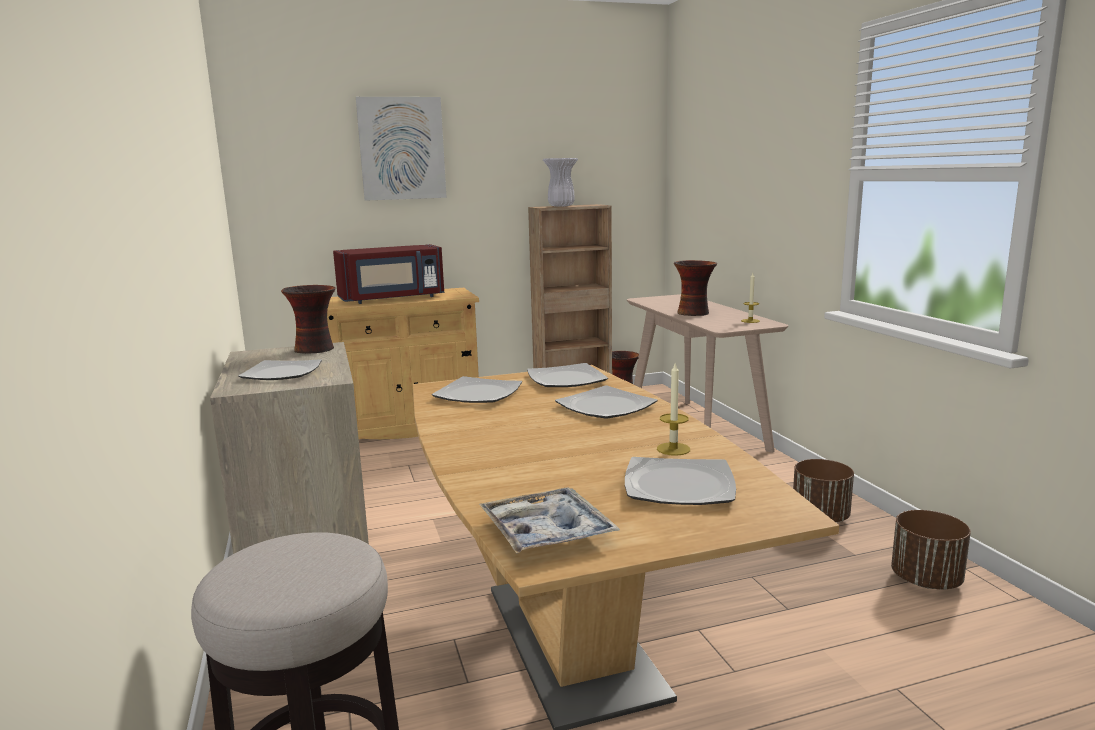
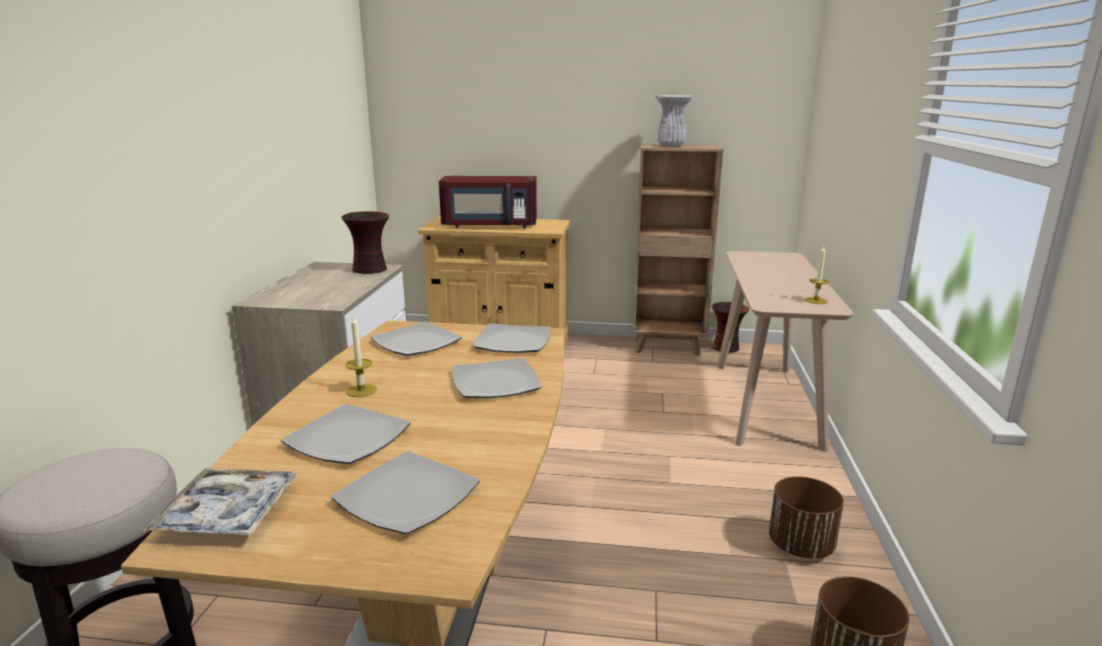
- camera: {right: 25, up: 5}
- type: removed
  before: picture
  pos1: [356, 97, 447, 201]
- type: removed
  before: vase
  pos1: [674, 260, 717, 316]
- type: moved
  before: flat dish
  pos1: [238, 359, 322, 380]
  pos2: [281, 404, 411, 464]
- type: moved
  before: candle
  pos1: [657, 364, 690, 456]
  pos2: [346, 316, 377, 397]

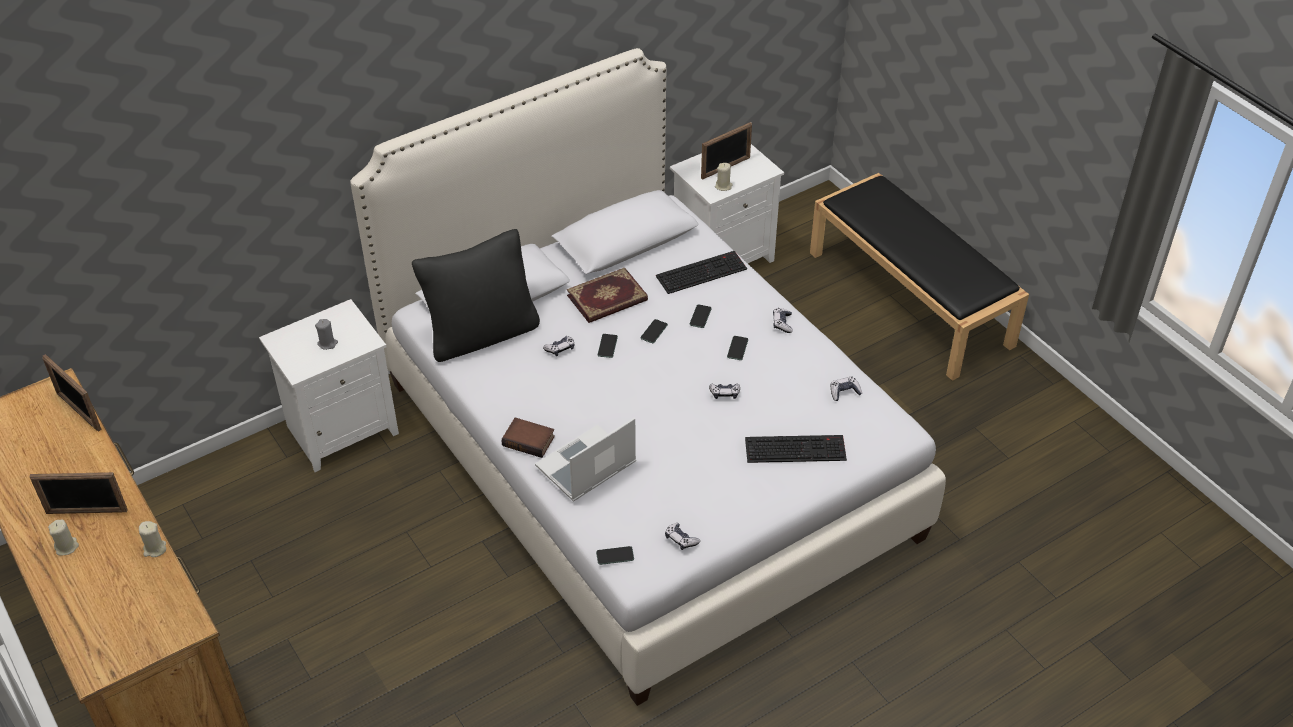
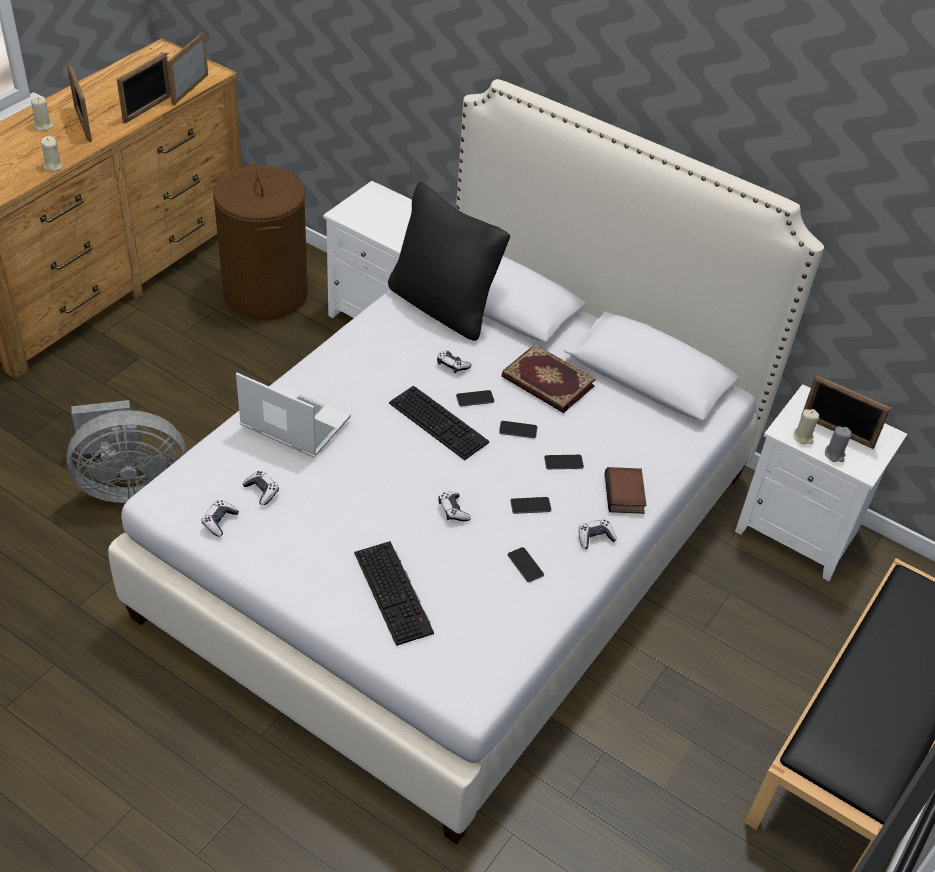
- camera: {right: 65, up: 0}
- type: added
  after: cooling fan (gray)
  pos2: [66, 400, 187, 503]
- type: added
  after: photo frame
  pos2: [117, 52, 171, 123]
- type: added
  after: washing basket (brown-coloured)
  pos2: [213, 164, 308, 320]
- type: moved
  before: candle (gray)
  pos1: [315, 319, 338, 350]
  pos2: [825, 426, 852, 462]
- type: moved
  before: book
  pos1: [502, 418, 555, 458]
  pos2: [604, 467, 646, 514]
- type: moved
  before: telephone
  pos1: [596, 546, 634, 565]
  pos2: [508, 547, 544, 582]
- type: moved
  before: keyboard
  pos1: [656, 251, 747, 294]
  pos2: [389, 386, 489, 460]
- type: moved
  before: gamepad
  pos1: [831, 377, 862, 401]
  pos2: [242, 470, 279, 505]

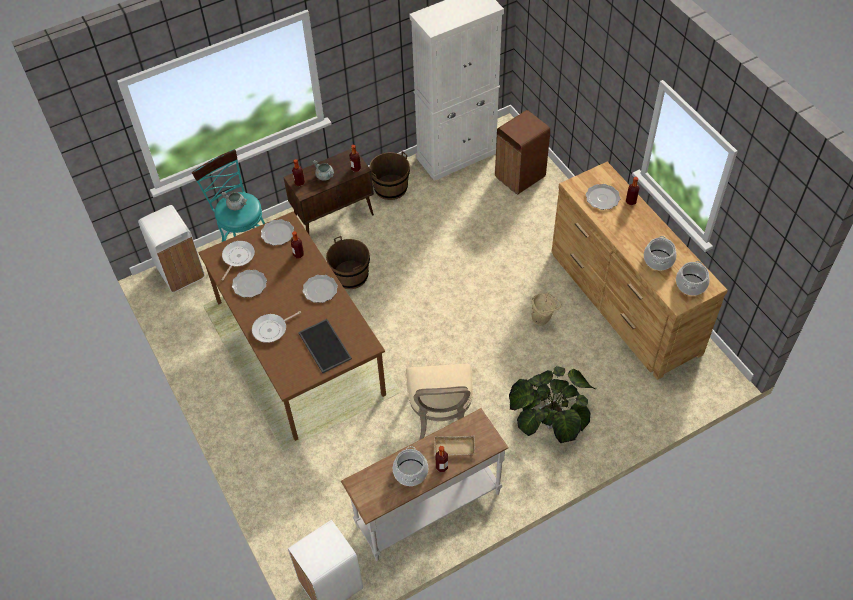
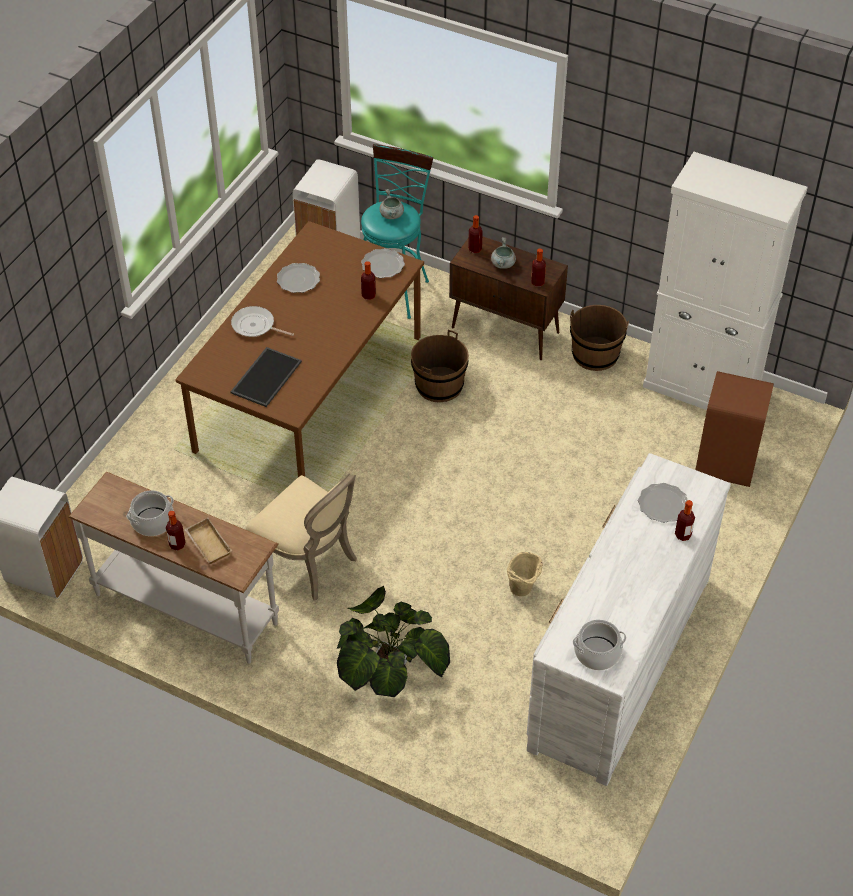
- camera: {right: 55, up: -5}
- type: removed
  before: pan
  pos1: [221, 241, 255, 281]
- type: removed
  before: flat dish
  pos1: [302, 275, 338, 303]
- type: removed
  before: stockpot
  pos1: [644, 236, 677, 270]
- type: recoloured
  before: drawer chest (brown-coloured)
  after: drawer chest (white-coloured)
  pos1: [551, 162, 728, 380]
  pos2: [527, 453, 731, 786]
- type: turned
  before: upright chair (beige-coloured)
  pos1: [405, 364, 473, 440]
  pos2: [246, 474, 357, 600]
  turn: -105

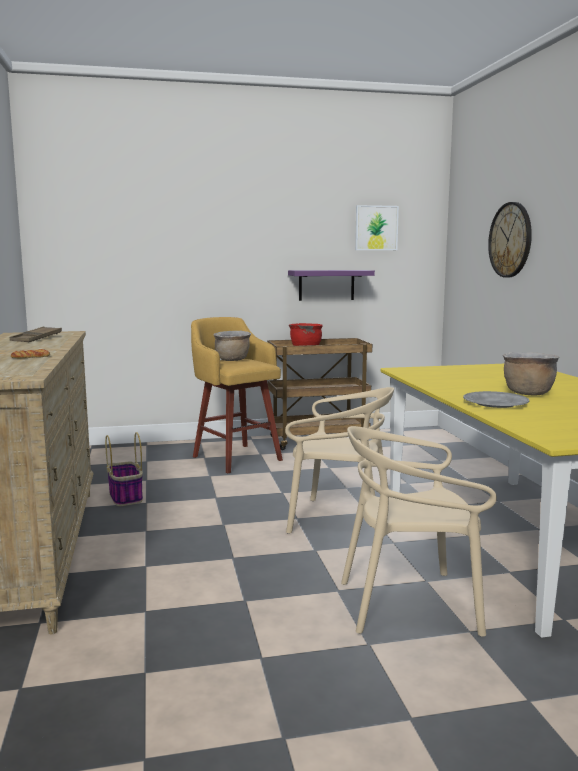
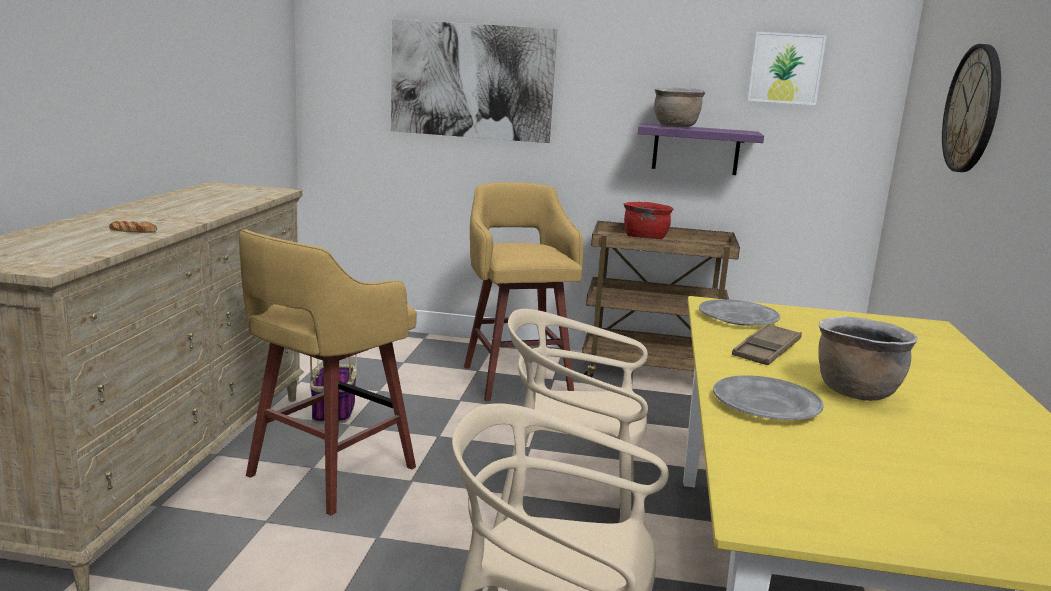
- camera: {right: 20, up: 5}
- type: added
  after: stool seat (yellow)
  pos2: [239, 229, 417, 515]
- type: added
  after: picture
  pos2: [391, 19, 557, 143]
- type: added
  after: flat dish (gray)
  pos2: [699, 299, 780, 325]
- type: moved
  before: carrying tray (brown-coloured)
  pos1: [10, 326, 62, 342]
  pos2: [732, 323, 802, 365]
- type: moved
  before: stockpot (brown-coloured)
  pos1: [214, 331, 251, 361]
  pos2: [654, 88, 706, 127]
- type: turned
  before: upright chair (beige-coloured)
  pos1: [285, 387, 394, 534]
  pos2: [493, 309, 648, 528]
  turn: 150

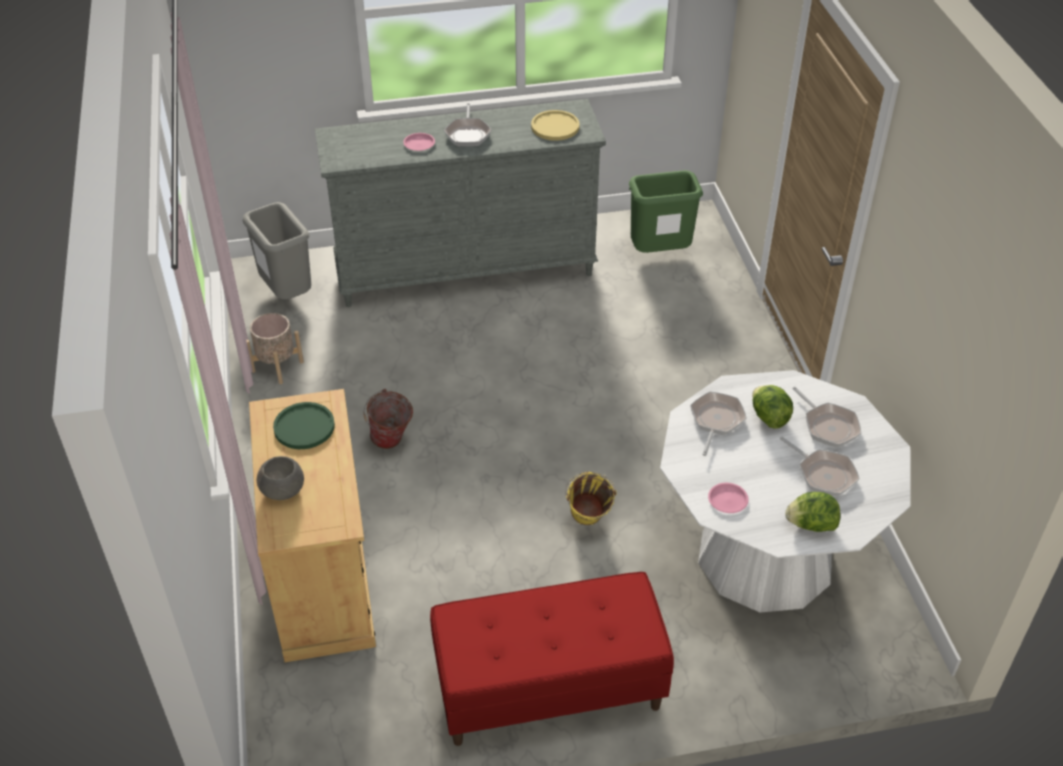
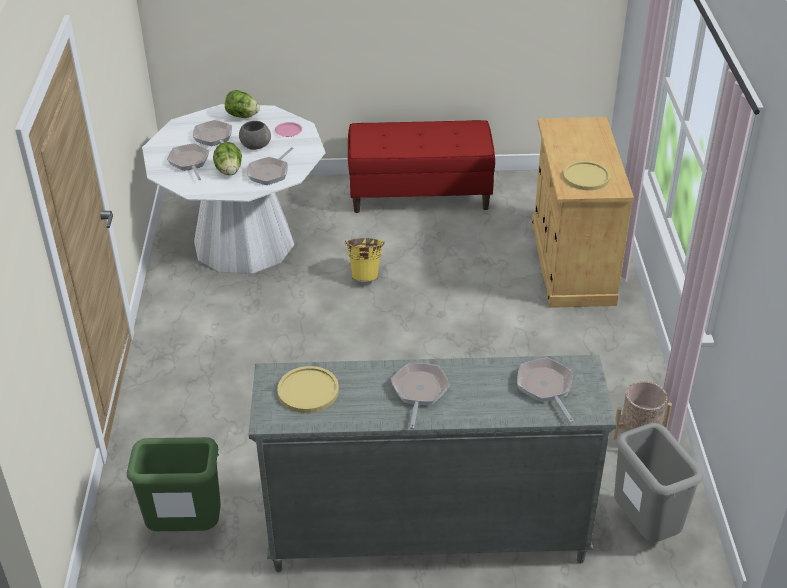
- camera: {right: -170, up: -5}
- type: removed
  before: water bucket
  pos1: [363, 389, 413, 449]
- type: removed
  before: flat dish (pinkish)
  pos1: [403, 133, 435, 151]
- type: added
  after: pan
  pos2: [517, 358, 574, 423]
- type: moved
  before: deep dish (gray)
  pos1: [257, 456, 304, 500]
  pos2: [239, 121, 271, 150]
- type: recoloured
  before: flat dish (green-coloured)
  after: flat dish (yellow)
  pos1: [273, 402, 335, 449]
  pos2: [563, 161, 610, 190]

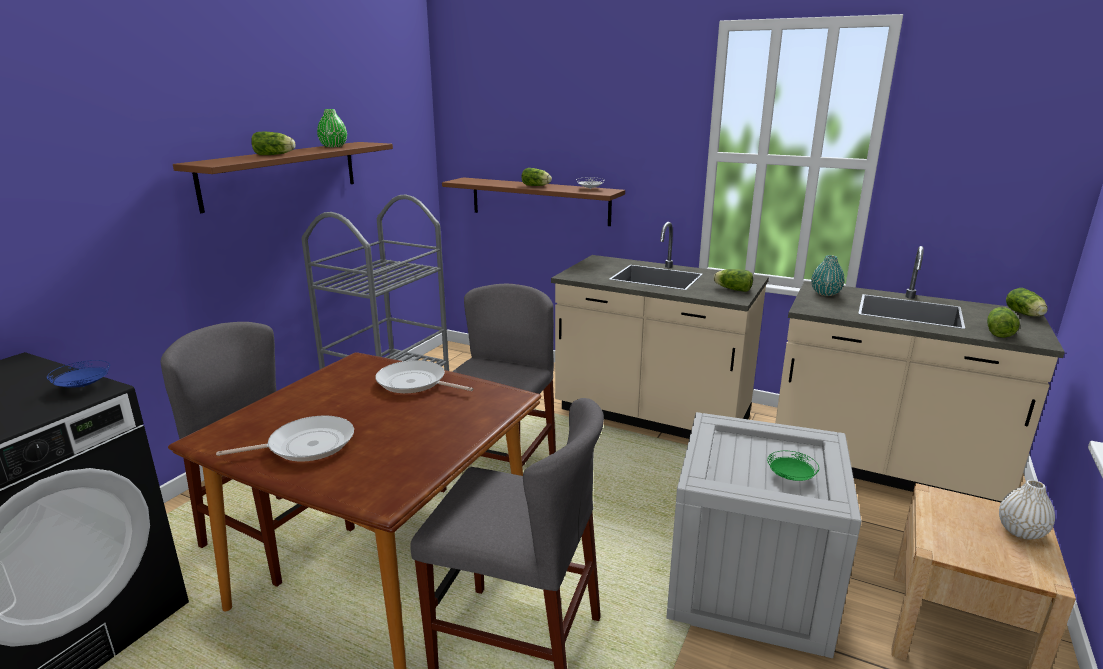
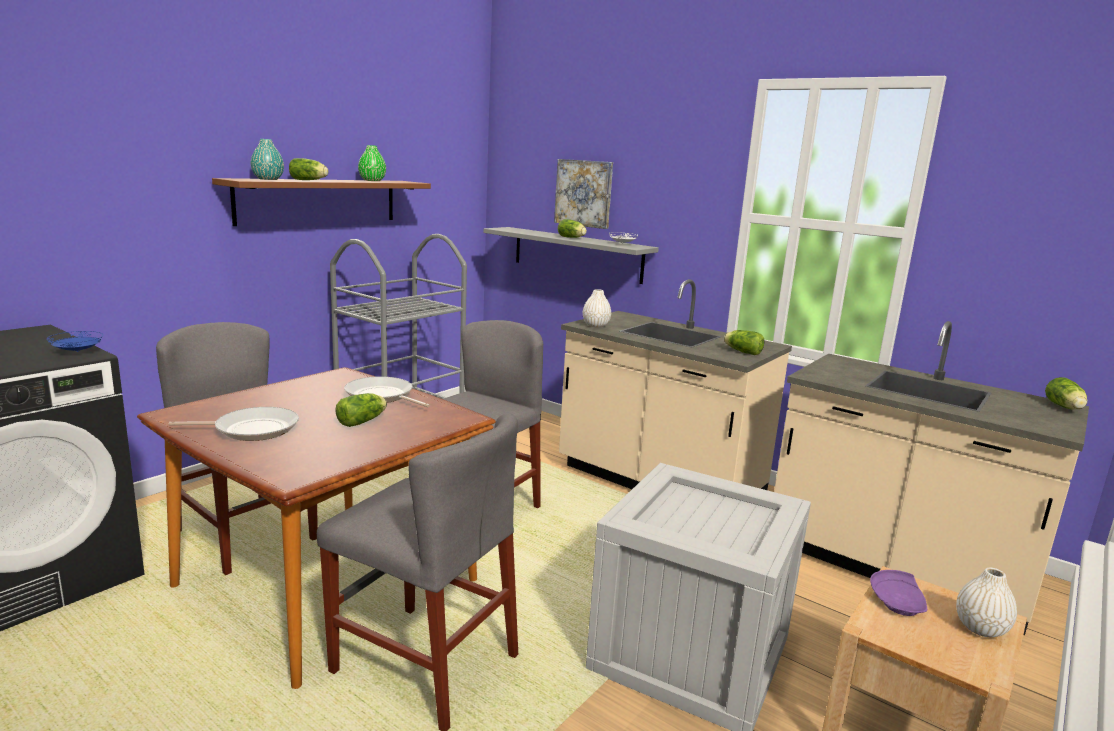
- camera: {right: 10, up: -5}
- type: removed
  before: flat dish (green-coloured)
  pos1: [767, 451, 819, 481]
- type: added
  after: picture
  pos2: [554, 159, 613, 229]
- type: added
  after: vase (white-coloured)
  pos2: [583, 289, 611, 327]
- type: added
  after: flat dish (purple)
  pos2: [870, 570, 927, 616]
- type: moved
  before: vase (turquoise-coloured)
  pos1: [811, 255, 845, 296]
  pos2: [251, 139, 284, 180]
- type: moved
  before: lettuce
  pos1: [987, 307, 1020, 338]
  pos2: [335, 393, 387, 427]
- type: recoloured
  before: shelf (brown-coloured)
  after: shelf (gray)
  pos1: [442, 177, 625, 226]
  pos2: [483, 227, 659, 284]

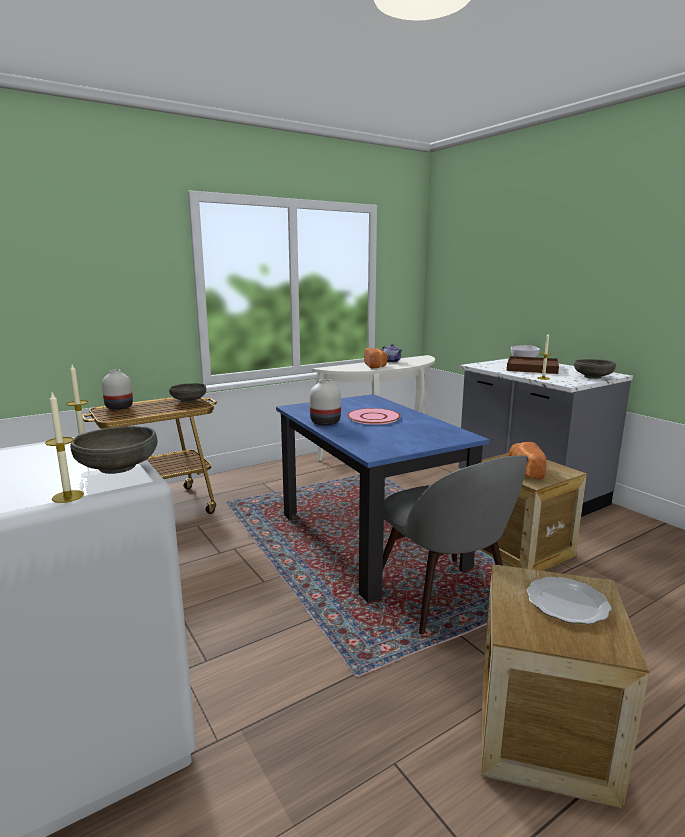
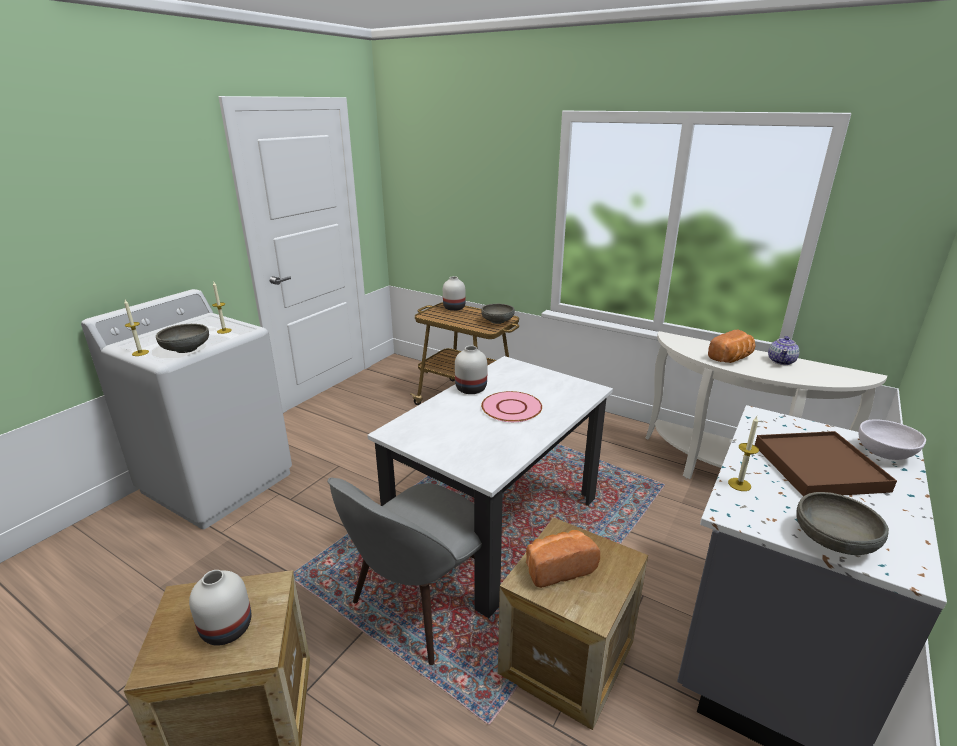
- camera: {right: 65, up: 10}
- type: replaced
  before: flat dish
  after: vase (white-coloured)
  pos1: [527, 577, 611, 624]
  pos2: [189, 570, 251, 646]
- type: recoloured
  before: dinner table (bluish)
  after: dinner table (white-coloured)
  pos1: [276, 394, 489, 603]
  pos2: [367, 356, 613, 618]

